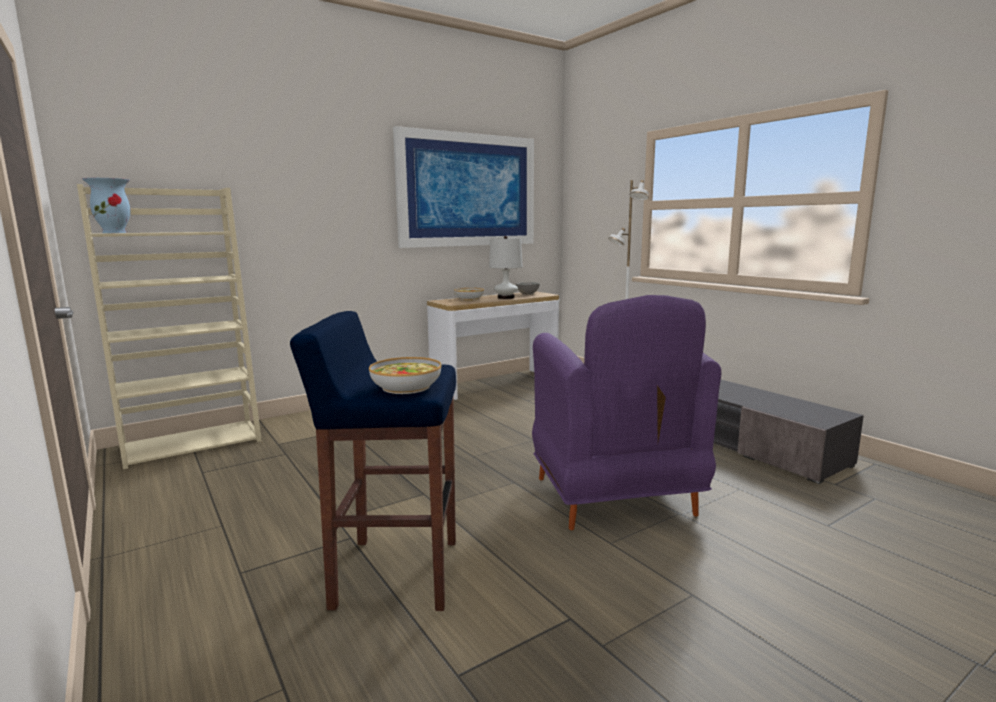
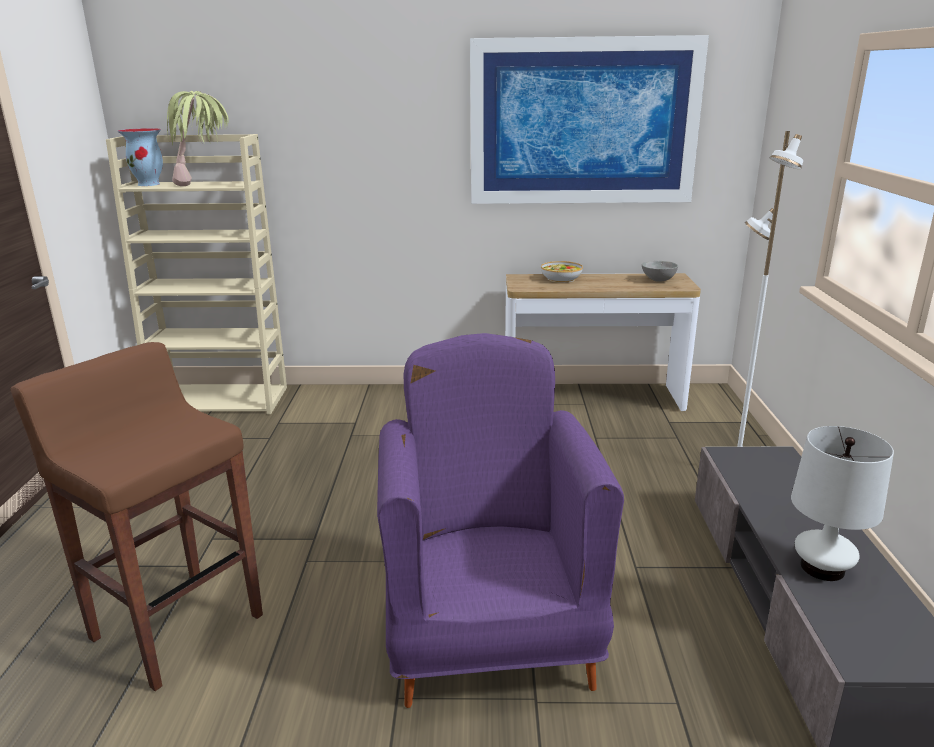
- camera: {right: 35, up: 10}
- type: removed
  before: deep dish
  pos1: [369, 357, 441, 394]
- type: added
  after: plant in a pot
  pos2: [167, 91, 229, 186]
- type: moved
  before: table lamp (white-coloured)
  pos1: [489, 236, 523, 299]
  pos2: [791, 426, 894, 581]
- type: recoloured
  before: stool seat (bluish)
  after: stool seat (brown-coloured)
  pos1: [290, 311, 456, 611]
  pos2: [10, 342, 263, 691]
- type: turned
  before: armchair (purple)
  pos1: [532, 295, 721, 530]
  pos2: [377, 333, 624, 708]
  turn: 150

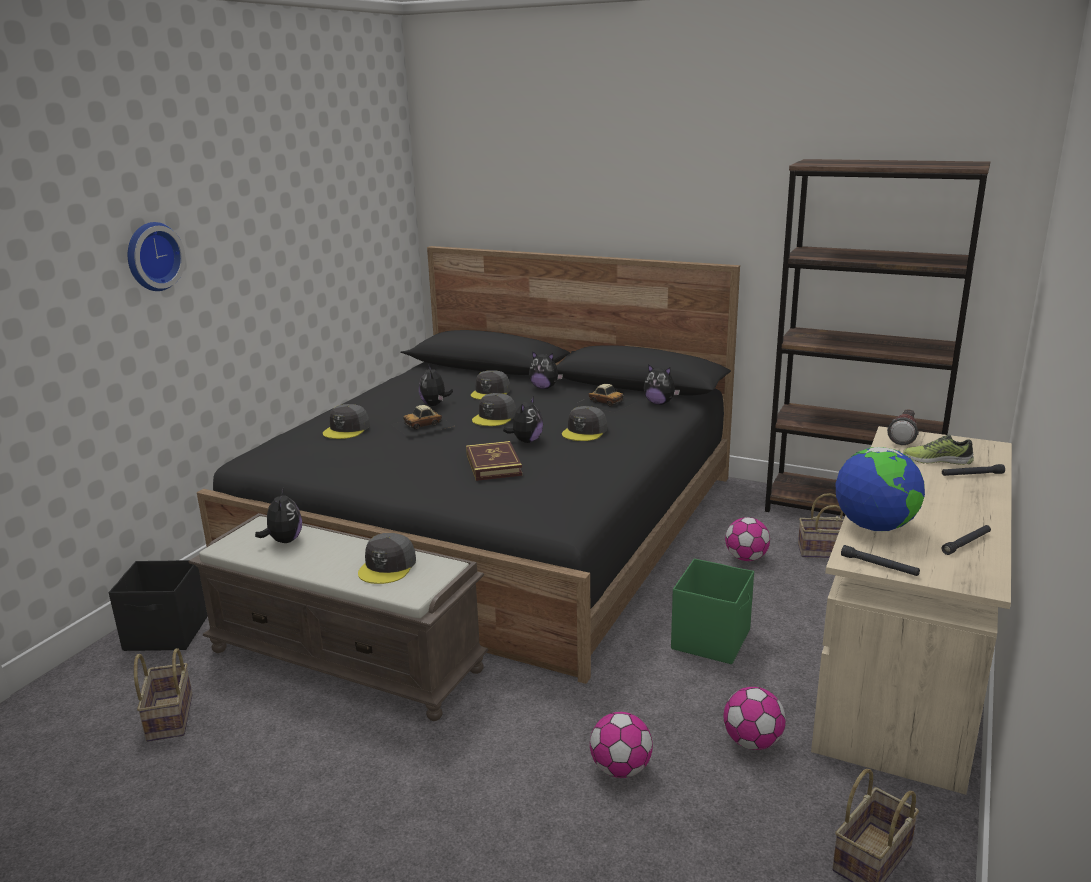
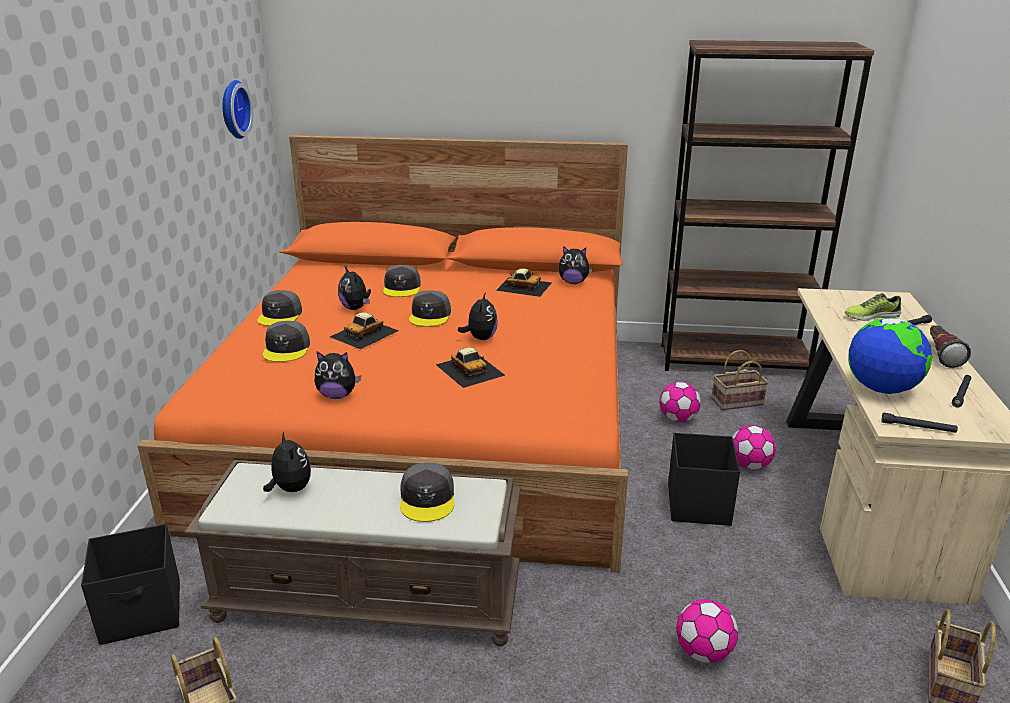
- camera: {right: -20, up: 5}
- type: moved
  before: wall clock
  pos1: [128, 222, 185, 291]
  pos2: [223, 80, 253, 139]
- type: moved
  before: plush toy
  pos1: [529, 351, 563, 389]
  pos2: [315, 351, 361, 399]
- type: moved
  before: peaked cap (gray)
  pos1: [562, 406, 607, 441]
  pos2: [257, 290, 302, 326]
- type: moved
  before: football ball
  pos1: [724, 687, 786, 750]
  pos2: [732, 425, 776, 470]
- type: moved
  before: hand torch
  pos1: [887, 409, 919, 445]
  pos2: [930, 325, 971, 368]
- type: replaced
  before: book
  after: miniature car
  pos1: [466, 441, 522, 481]
  pos2: [436, 347, 505, 388]
- type: recoloured
  before: sleeping bed (blackish)
  after: sleeping bed (orange)
  pos1: [197, 246, 740, 684]
  pos2: [137, 135, 628, 573]
- type: recoloured
  before: storage bin (green-coloured)
  after: storage bin (blackish)
  pos1: [671, 558, 754, 664]
  pos2: [668, 433, 740, 526]

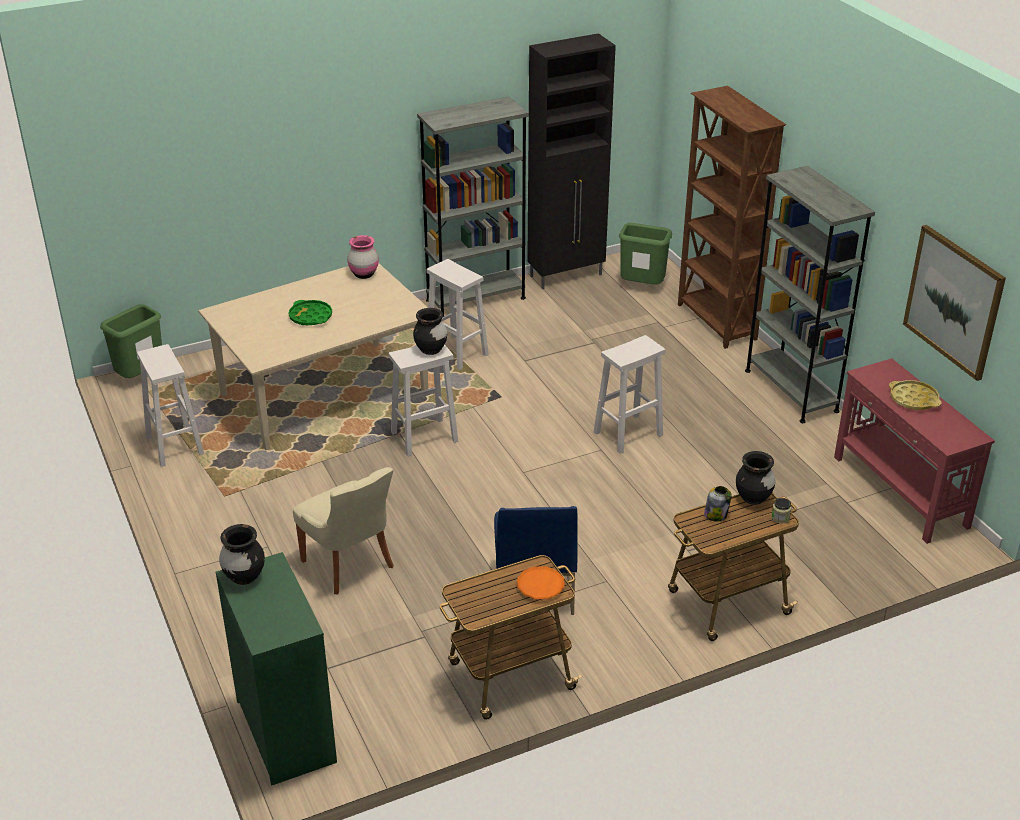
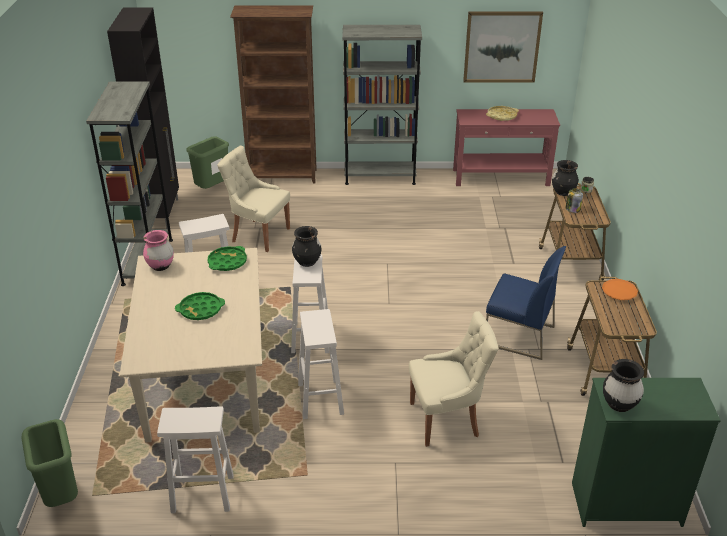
- camera: {right: -65, up: 0}
- type: added
  after: carrying tray (green-coloured)
  pos2: [208, 246, 247, 271]
- type: added
  after: upright chair (beige-coloured)
  pos2: [217, 146, 290, 252]
- type: moved
  before: stool seat (white-coloured)
  pos1: [594, 335, 665, 454]
  pos2: [298, 309, 344, 419]

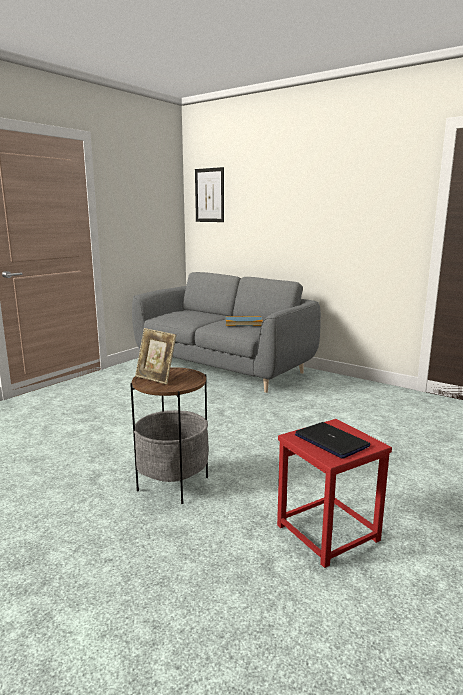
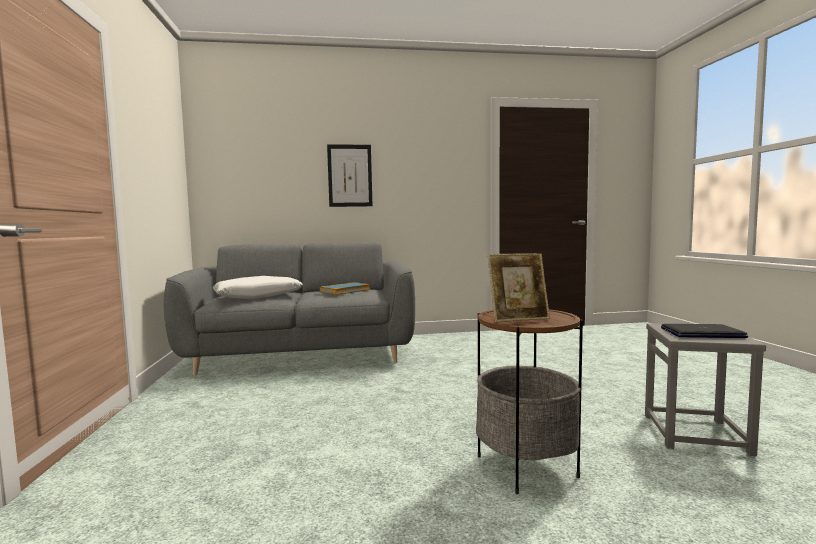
- camera: {right: -45, up: -10}
- type: added
  after: pillow (white-coloured)
  pos2: [213, 276, 303, 299]
- type: moved
  before: picture
  pos1: [195, 167, 224, 222]
  pos2: [327, 144, 373, 207]
- type: recoloured
  before: stool seat (reddish)
  after: stool seat (gray)
  pos1: [277, 419, 392, 568]
  pos2: [645, 324, 766, 456]

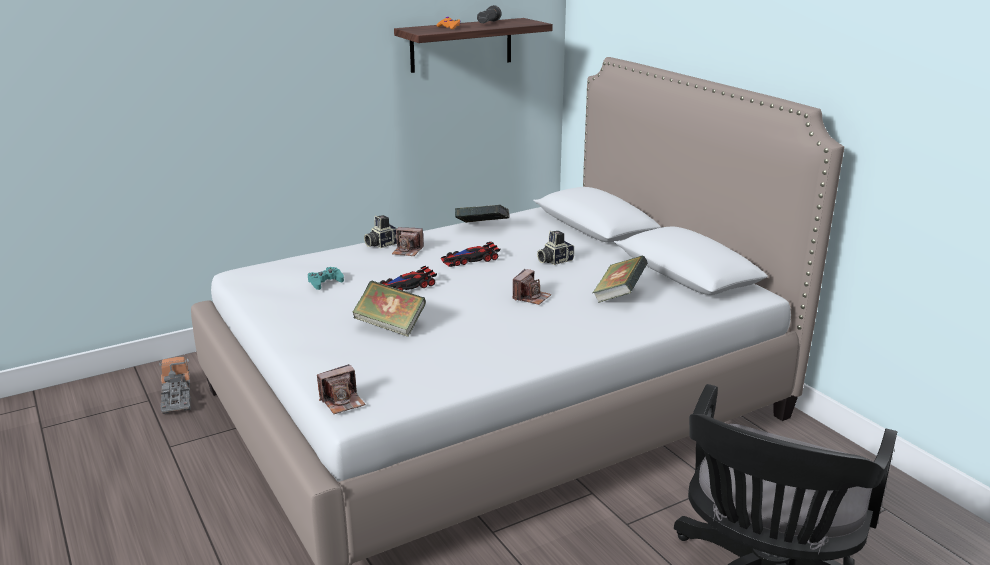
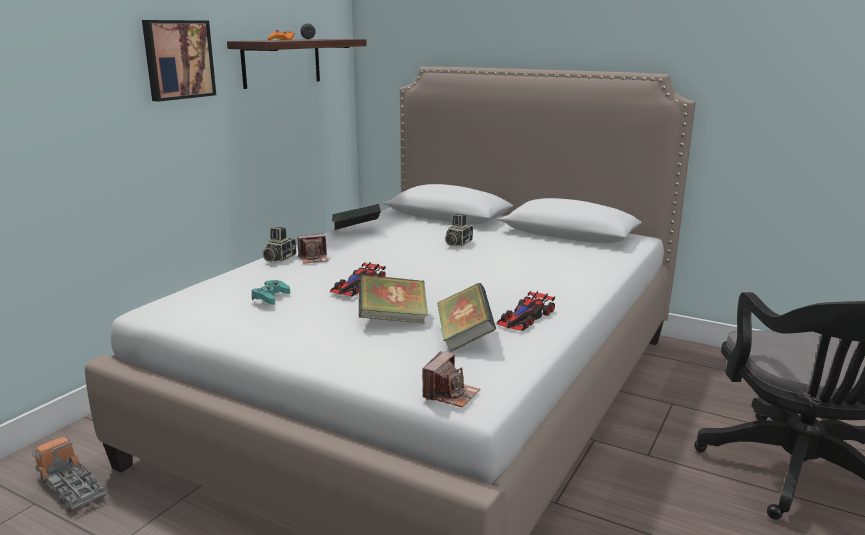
- camera: {right: -30, up: -5}
- type: removed
  before: still camera
  pos1: [513, 269, 552, 305]
- type: added
  after: picture
  pos2: [142, 20, 216, 102]
- type: moved
  before: miniature car
  pos1: [441, 241, 500, 267]
  pos2: [497, 291, 555, 331]
- type: moved
  before: book
  pos1: [593, 256, 648, 303]
  pos2: [437, 283, 496, 352]

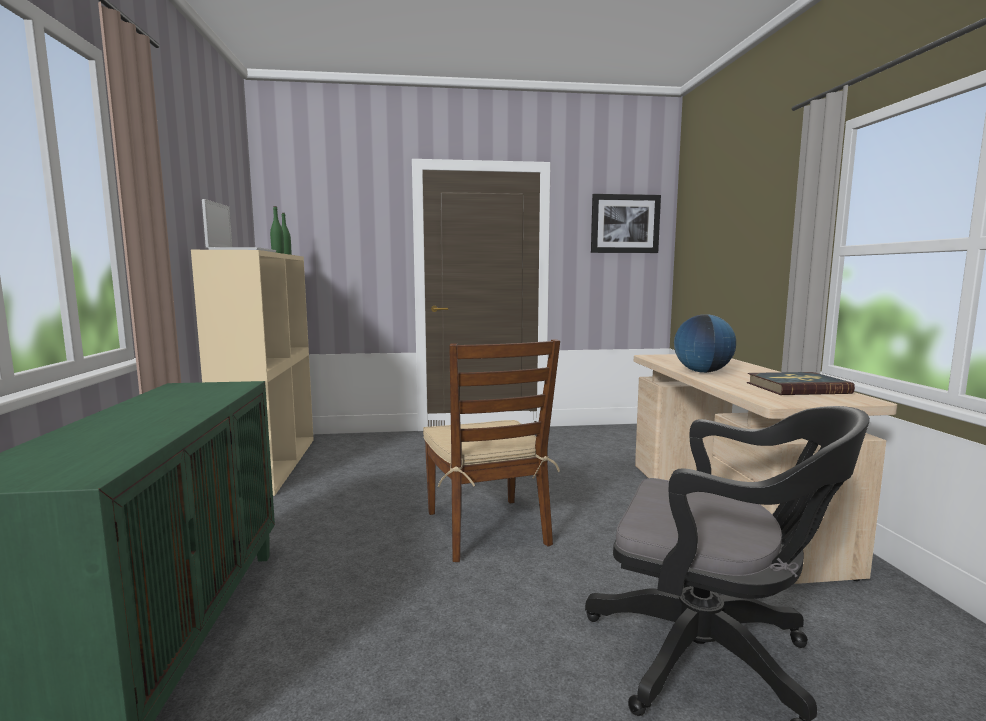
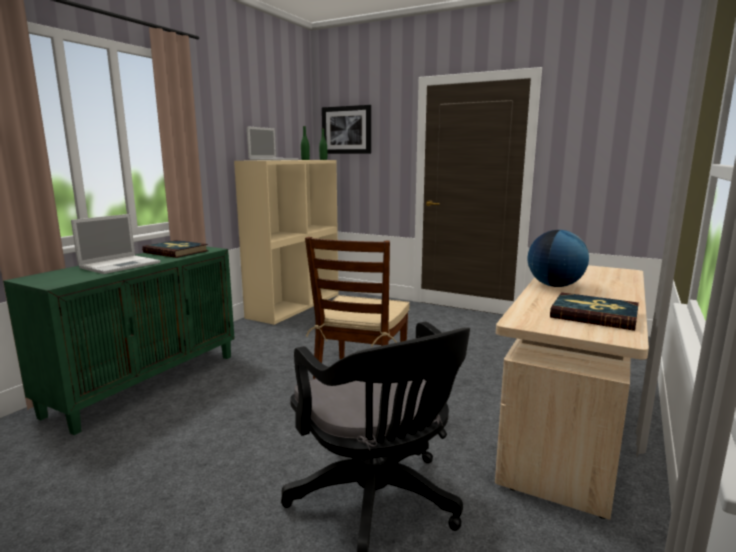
- camera: {right: 35, up: 5}
- type: added
  after: portable computer
  pos2: [71, 214, 160, 274]
- type: added
  after: book
  pos2: [142, 240, 208, 258]
- type: moved
  before: picture
  pos1: [591, 194, 661, 253]
  pos2: [322, 105, 371, 154]

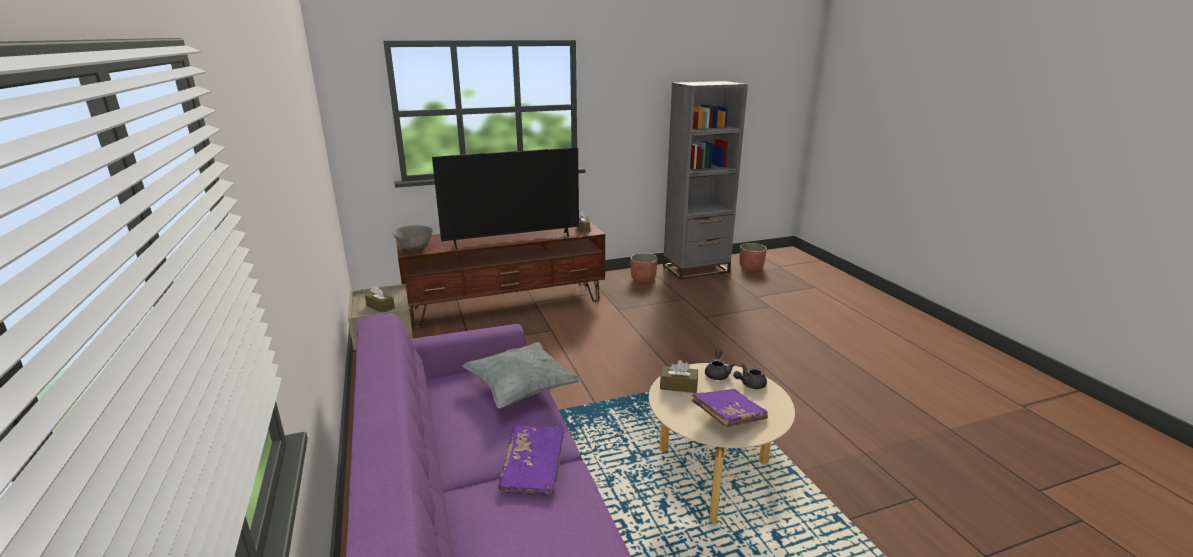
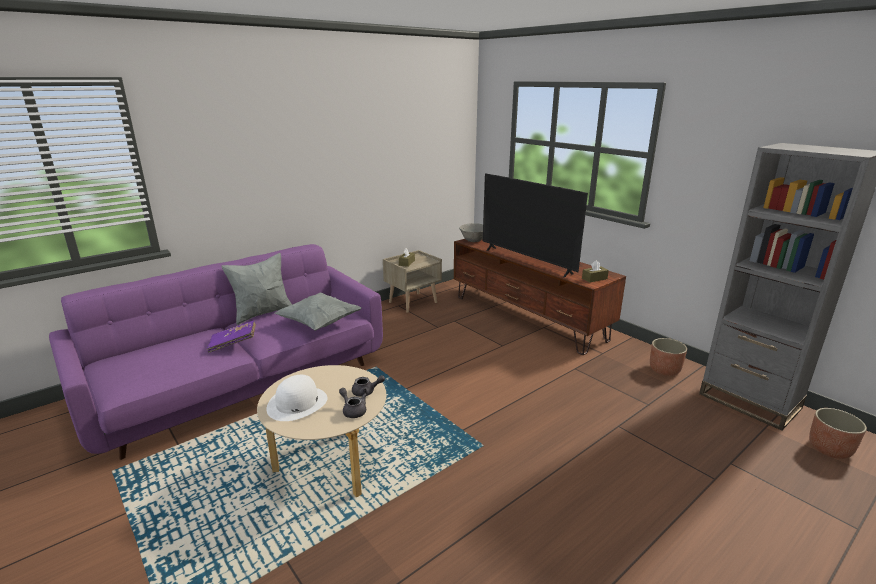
- camera: {right: 70, up: 0}
- type: removed
  before: tissue holder (brown-coloured)
  pos1: [660, 360, 698, 393]
- type: added
  after: pillow (gray)
  pos2: [222, 253, 292, 325]
- type: replaced
  before: book (purple)
  after: clothing hat (white-coloured)
  pos1: [692, 389, 768, 427]
  pos2: [266, 375, 328, 421]

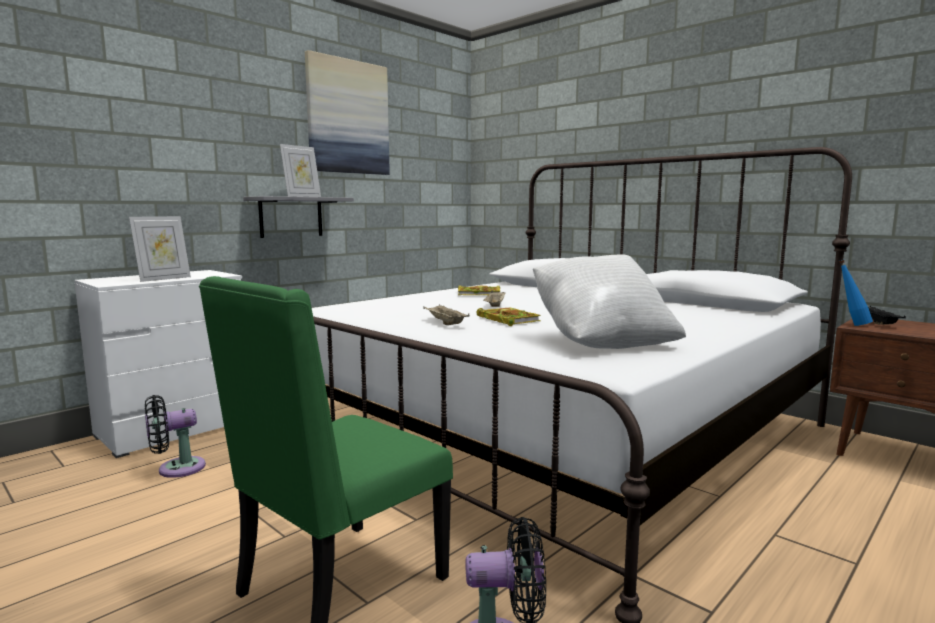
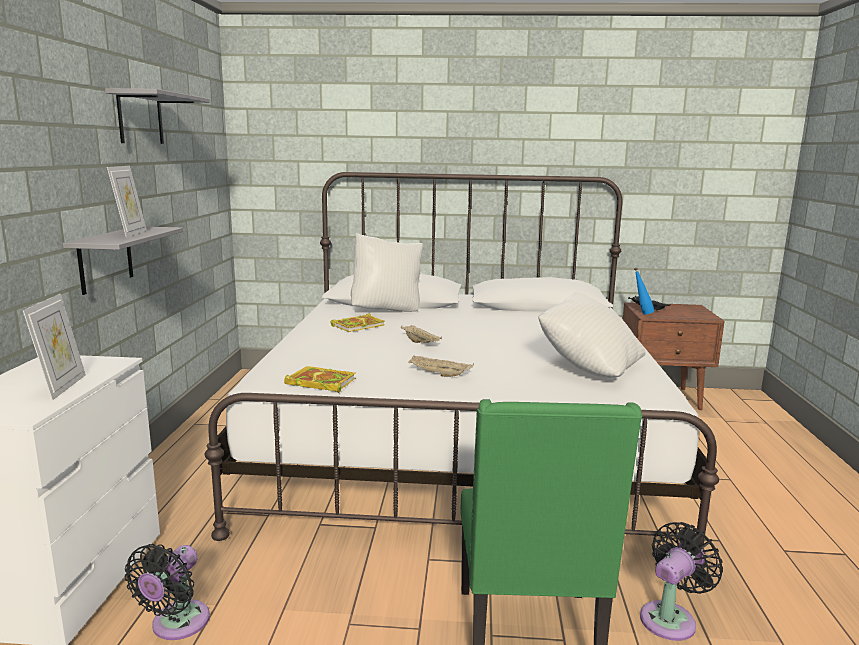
- camera: {right: -40, up: 5}
- type: added
  after: pillow (white-coloured)
  pos2: [351, 233, 423, 312]
- type: moved
  before: book
  pos1: [477, 307, 541, 326]
  pos2: [284, 366, 356, 393]
- type: replaced
  before: picture
  after: shelf (gray)
  pos1: [305, 50, 390, 175]
  pos2: [105, 88, 210, 144]

